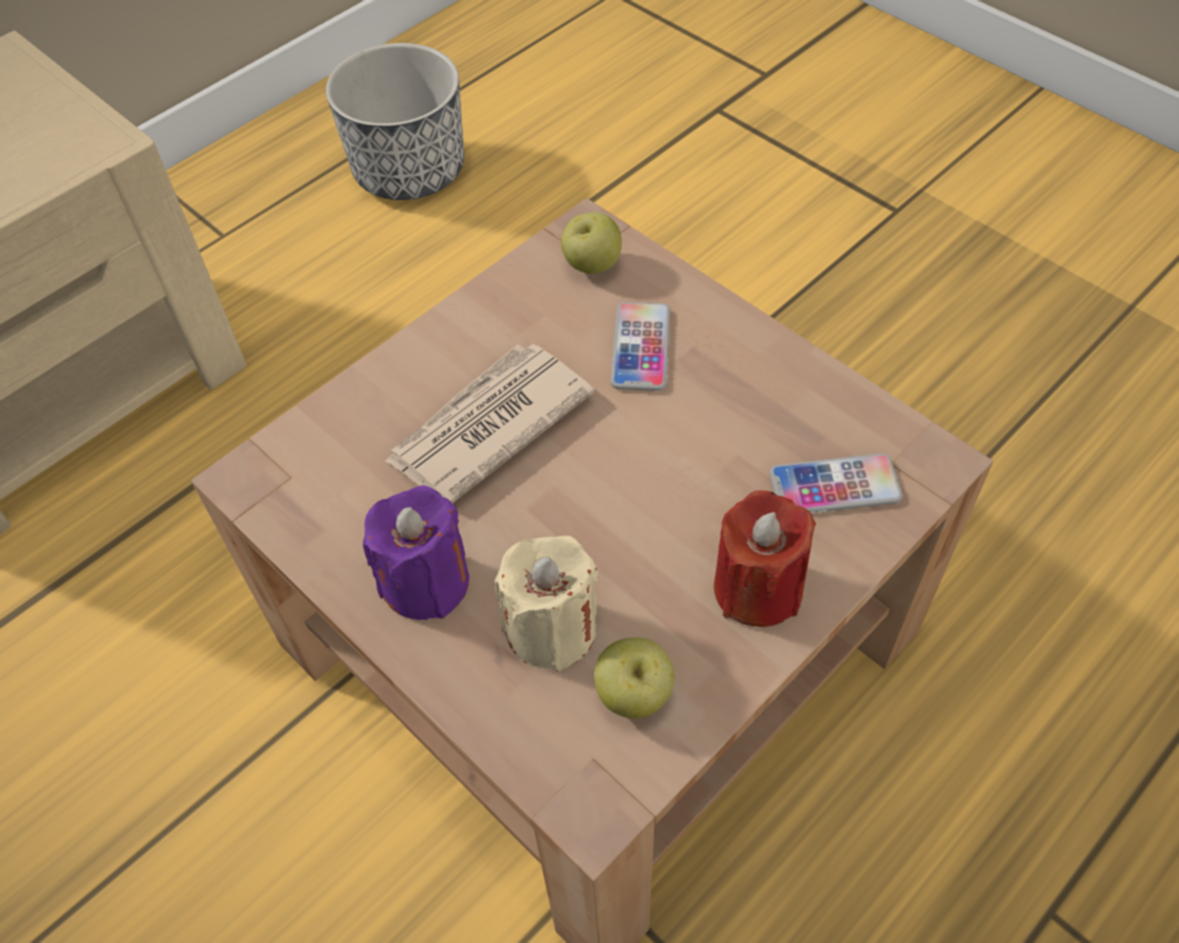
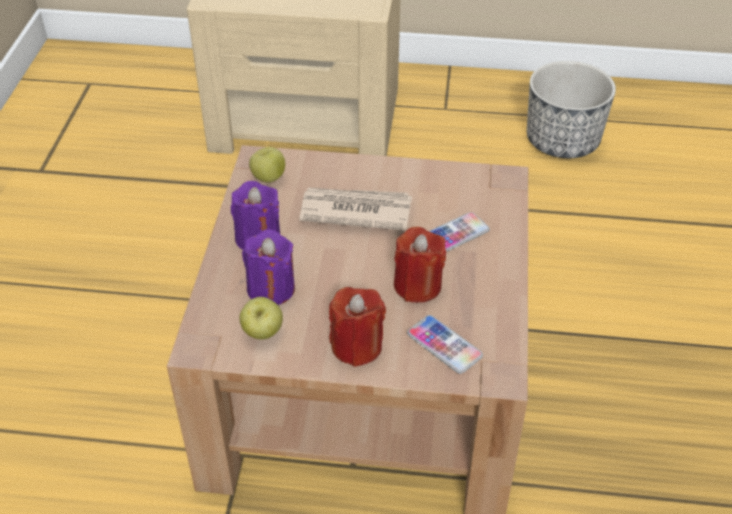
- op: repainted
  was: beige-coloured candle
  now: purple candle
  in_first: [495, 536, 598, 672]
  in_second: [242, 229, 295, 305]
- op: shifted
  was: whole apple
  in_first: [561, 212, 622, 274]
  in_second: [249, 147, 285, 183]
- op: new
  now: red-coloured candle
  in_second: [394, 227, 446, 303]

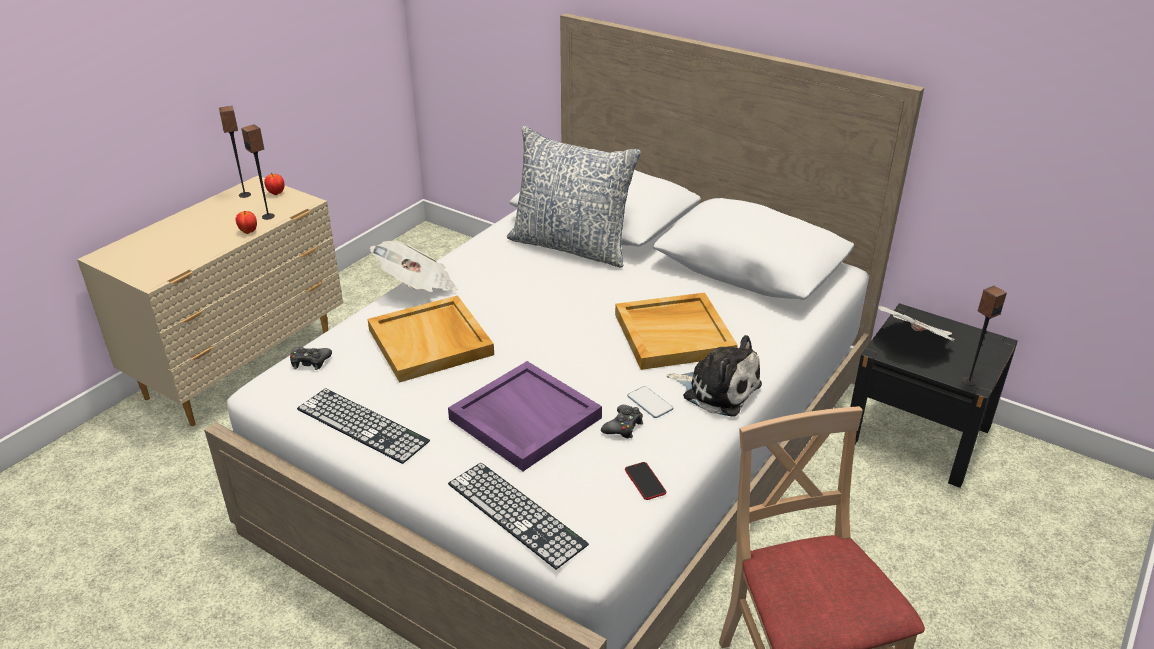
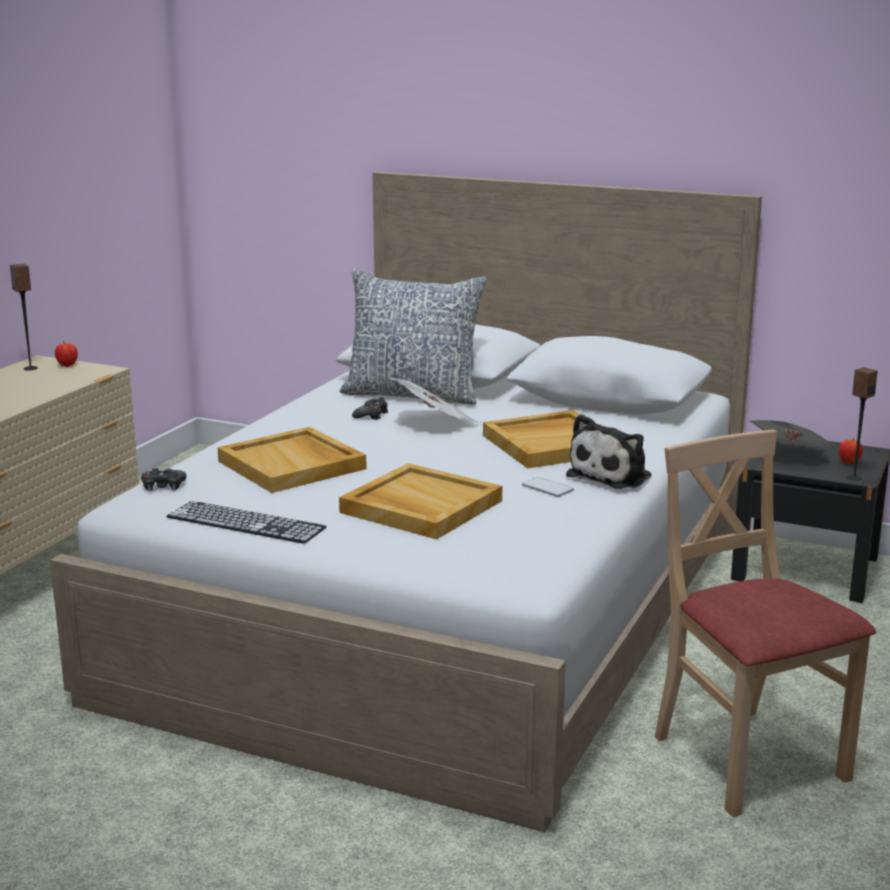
- op: shifted
  was: whole apple
  in_first: [236, 211, 257, 234]
  in_second: [839, 438, 863, 465]
- op: gone
  was: audio speaker
  in_first: [241, 124, 275, 220]
- op: shifted
  was: printed paper
  in_first: [370, 241, 458, 292]
  in_second: [390, 378, 480, 423]
- op: repainted
  was: purple carrying tray
  now: beige-coloured carrying tray
  in_first: [448, 361, 602, 471]
  in_second: [339, 463, 502, 539]
- op: gone
  was: PC keyboard
  in_first: [448, 463, 589, 570]
- op: shifted
  was: blackish gamepad
  in_first: [601, 405, 643, 438]
  in_second: [352, 397, 388, 420]
- op: gone
  was: telephone
  in_first: [625, 462, 667, 500]
- op: rotated
  was: plush toy
  in_first: [667, 335, 762, 417]
  in_second: [566, 414, 652, 489]
  clockwise: 105

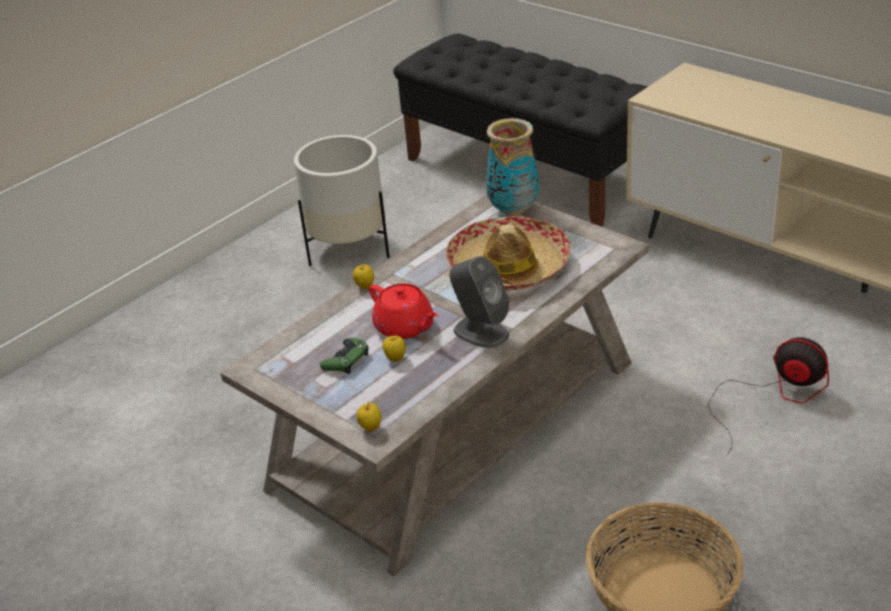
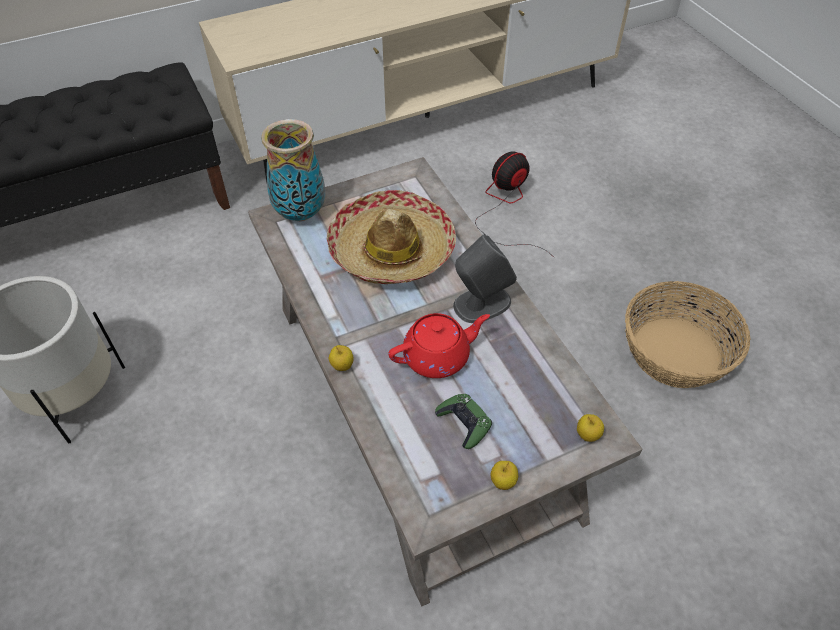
- op: shifted
  was: whole apple
  in_first: [383, 336, 406, 362]
  in_second: [491, 461, 518, 490]

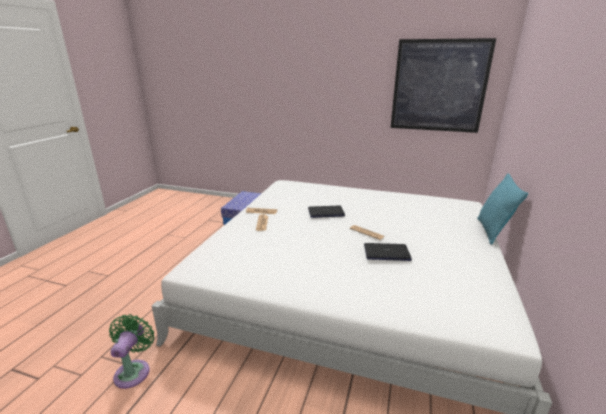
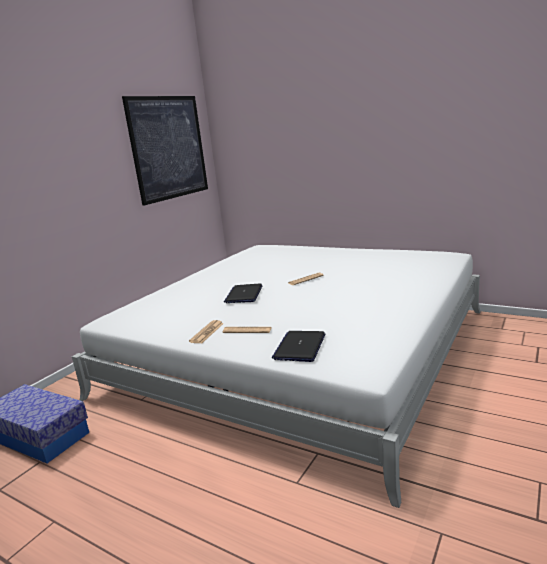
- op: gone
  was: greenish electric fan
  in_first: [109, 314, 154, 389]
- op: shifted
  was: laptop
  in_first: [364, 243, 412, 261]
  in_second: [272, 331, 325, 362]
- op: gone
  was: blue-green pillow
  in_first: [477, 173, 528, 245]

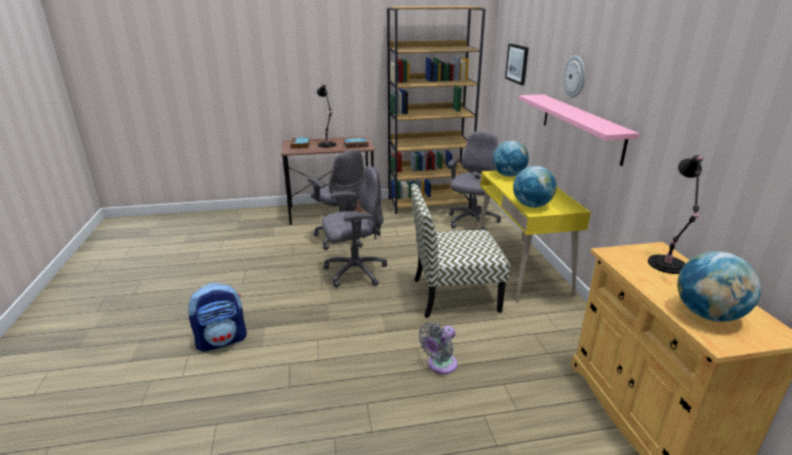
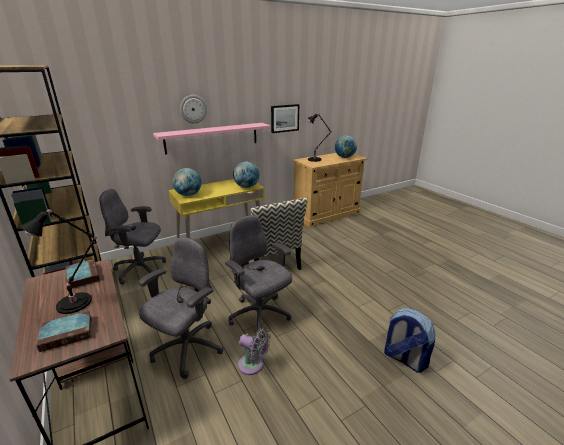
- op: shifted
  was: gray electric fan
  in_first: [418, 323, 458, 374]
  in_second: [238, 328, 270, 375]
- op: shifted
  was: wall picture
  in_first: [505, 44, 529, 85]
  in_second: [271, 104, 299, 133]

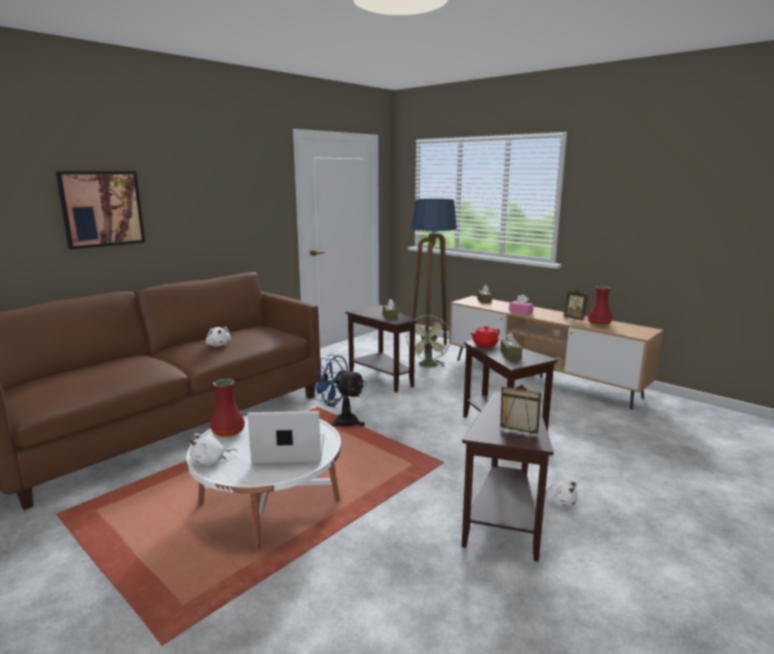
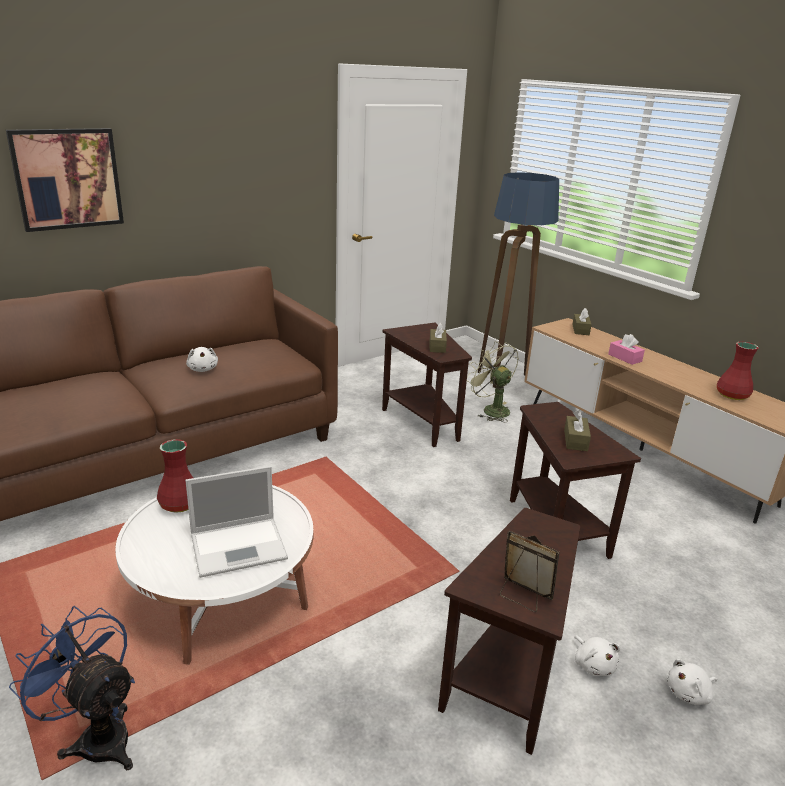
- op: shifted
  was: white plush toy
  in_first: [190, 433, 237, 465]
  in_second: [667, 659, 717, 705]
- op: rotated
  was: laptop
  in_first: [247, 411, 324, 463]
  in_second: [185, 466, 288, 578]
  clockwise: 150
- op: shifted
  was: blue electric fan
  in_first: [312, 354, 365, 427]
  in_second: [9, 606, 135, 770]
- op: rotated
  was: greenish electric fan
  in_first: [406, 315, 451, 368]
  in_second: [467, 341, 519, 422]
  clockwise: 120
- op: gone
  was: red-coloured pot for tea
  in_first: [470, 326, 500, 347]
- op: gone
  was: picture frame
  in_first: [563, 290, 588, 321]

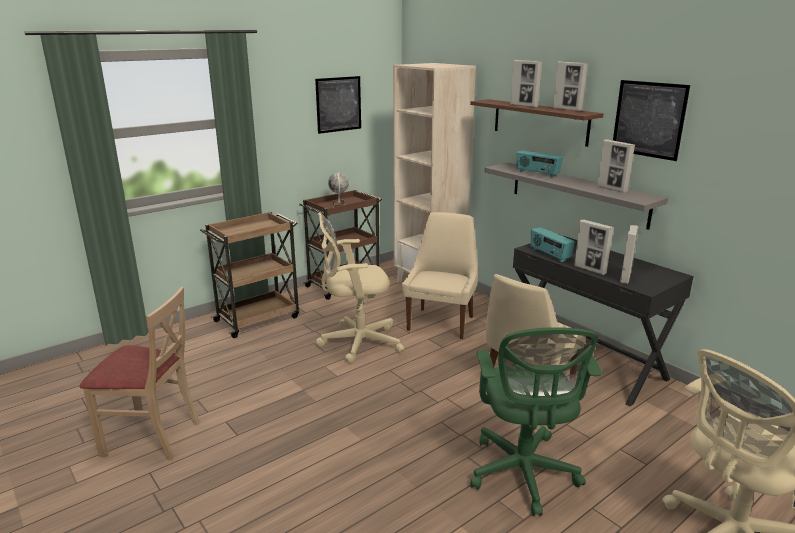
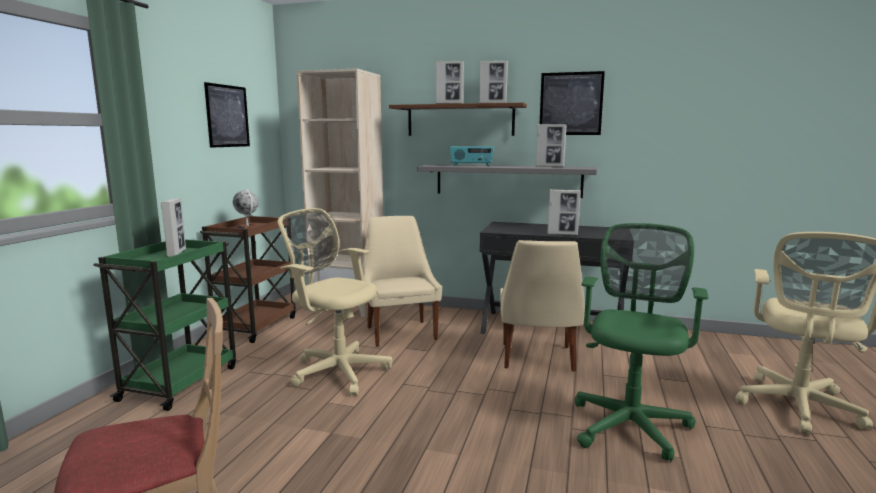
- op: repainted
  was: brownish trolley
  now: greenish trolley
  in_first: [200, 212, 299, 338]
  in_second: [93, 240, 236, 411]
- op: rotated
  was: beige-coloured computer chair
  in_first: [316, 212, 404, 363]
  in_second: [278, 208, 392, 396]
  clockwise: 75
- op: rotated
  was: greenish computer chair
  in_first: [470, 327, 602, 516]
  in_second: [575, 223, 709, 462]
  clockwise: -120
- op: gone
  was: radio receiver
  in_first: [531, 227, 575, 262]
- op: shifted
  was: picture frame
  in_first: [620, 225, 638, 284]
  in_second: [161, 198, 186, 257]

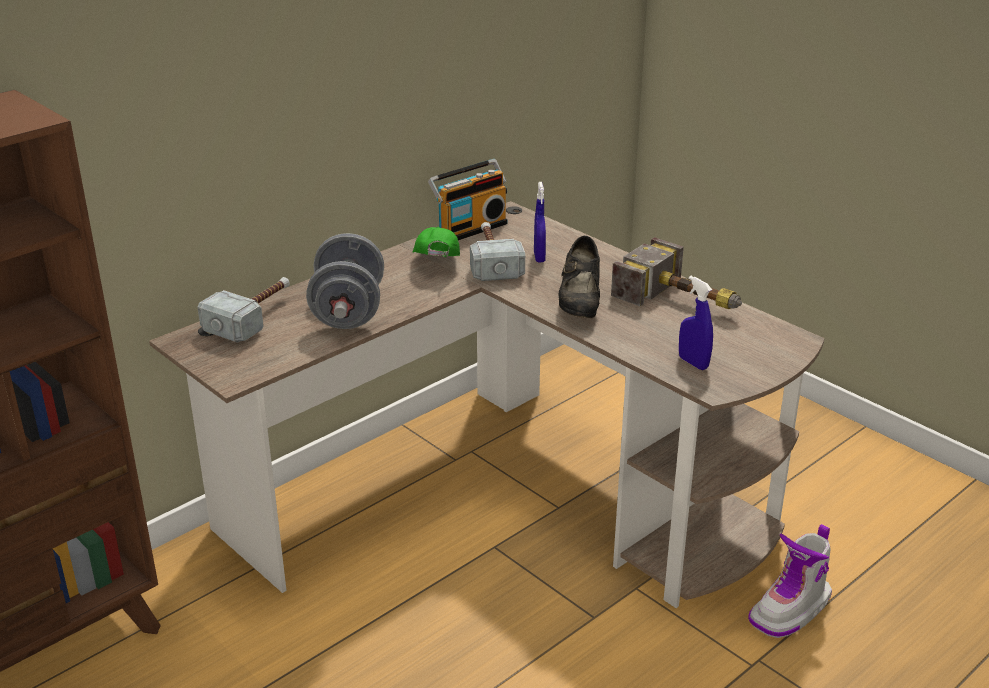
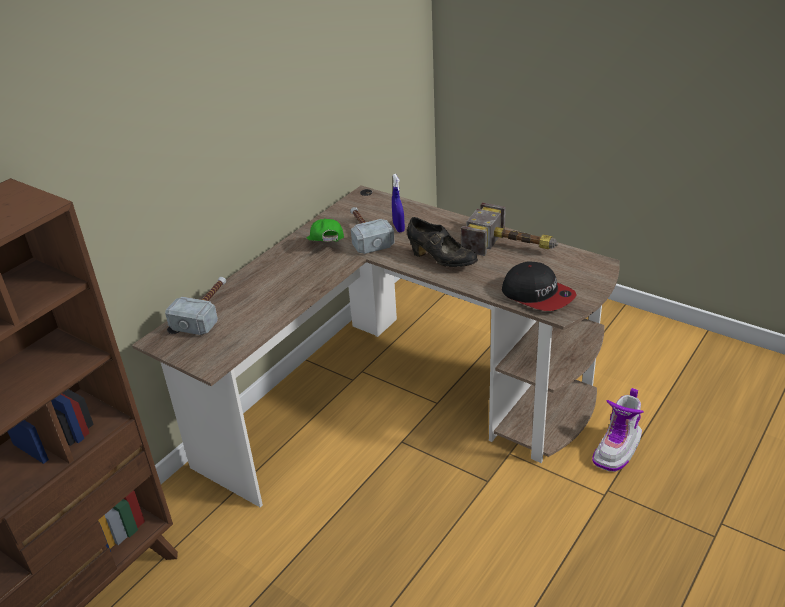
- op: gone
  was: gray free weight
  in_first: [306, 233, 384, 329]
- op: gone
  was: radio receiver
  in_first: [428, 159, 508, 240]
- op: rotated
  was: blackish item of footwear
  in_first: [558, 236, 600, 318]
  in_second: [407, 217, 478, 267]
  clockwise: -45
- op: swapped
  was: blue hand sprayer
  now: baseball cap
  in_first: [679, 276, 713, 370]
  in_second: [502, 261, 576, 311]

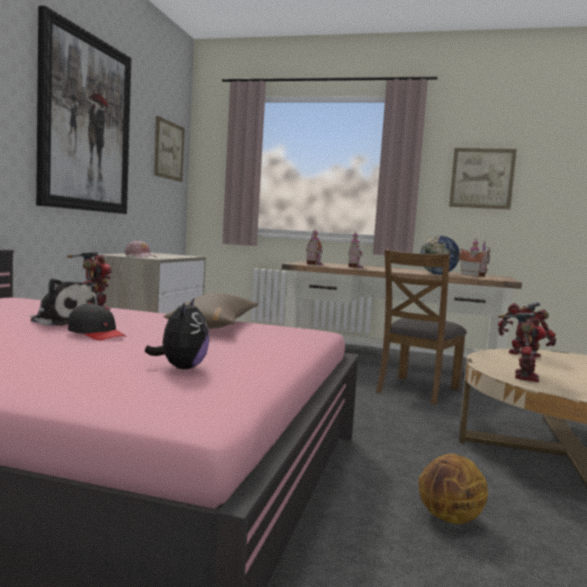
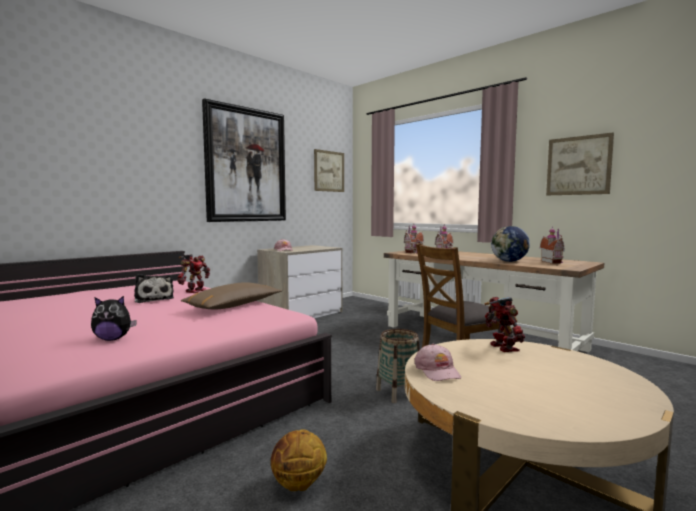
- op: gone
  was: blackish baseball cap
  in_first: [68, 302, 126, 340]
- op: rotated
  was: plush toy
  in_first: [145, 297, 209, 369]
  in_second: [91, 296, 137, 341]
  clockwise: 45
- op: swapped
  was: model robot
  now: pinkish baseball cap
  in_first: [498, 313, 547, 382]
  in_second: [414, 344, 461, 381]
- op: new
  now: household basket
  in_second: [376, 329, 420, 403]

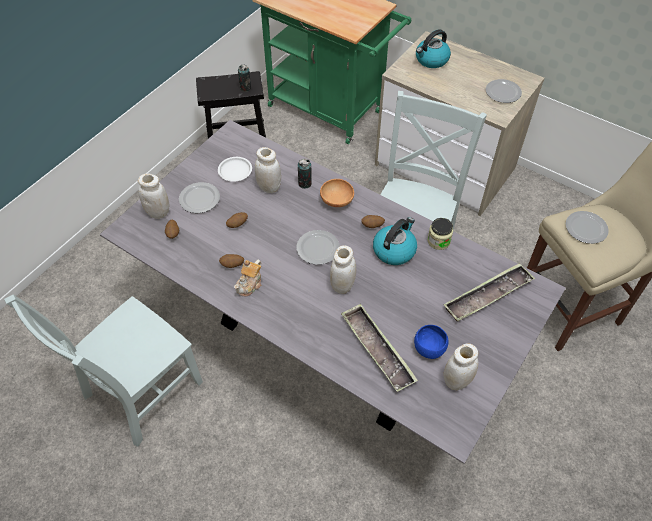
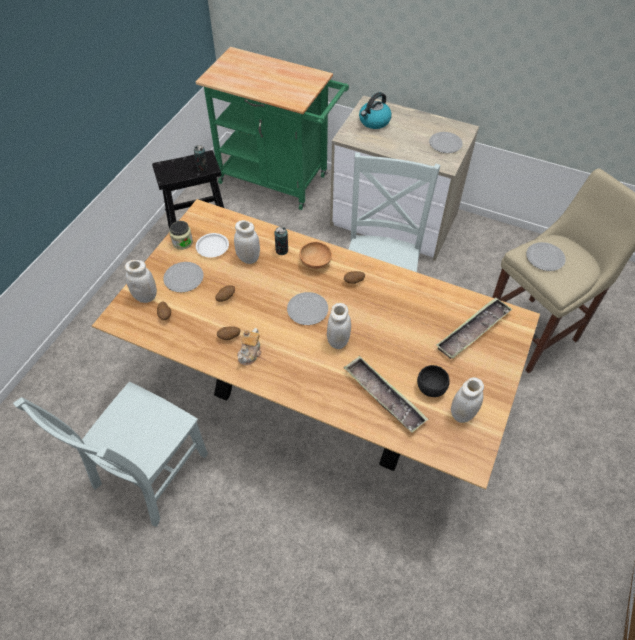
- op: repainted
  was: gray kitchen table
  now: brownish kitchen table
  in_first: [100, 120, 566, 464]
  in_second: [92, 199, 540, 490]
- op: gone
  was: water kettle
  in_first: [373, 217, 417, 265]
- op: repainted
  was: blue bowl
  now: blackish bowl
  in_first: [414, 325, 448, 359]
  in_second: [417, 365, 450, 397]
- op: shifted
  was: preserve jar
  in_first: [428, 218, 453, 250]
  in_second: [169, 221, 193, 250]

